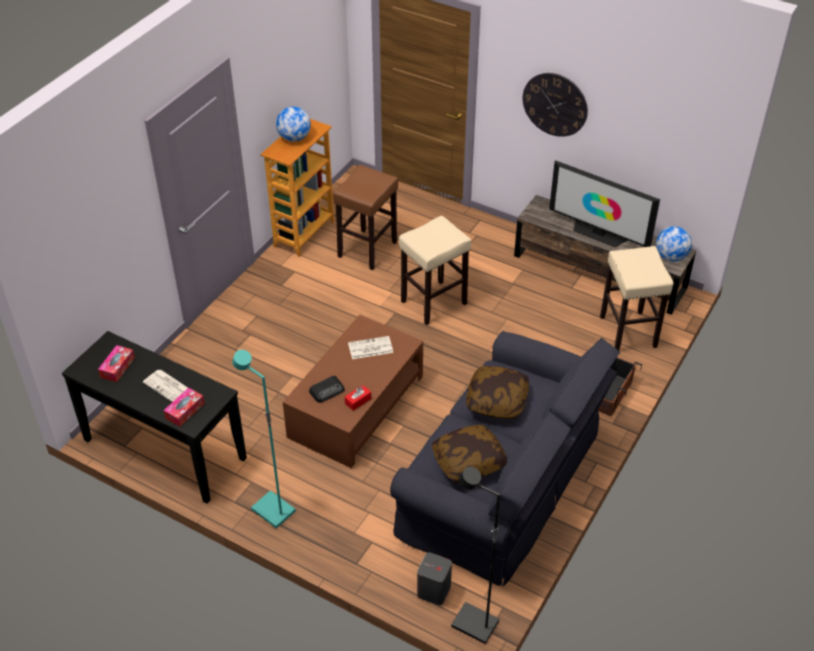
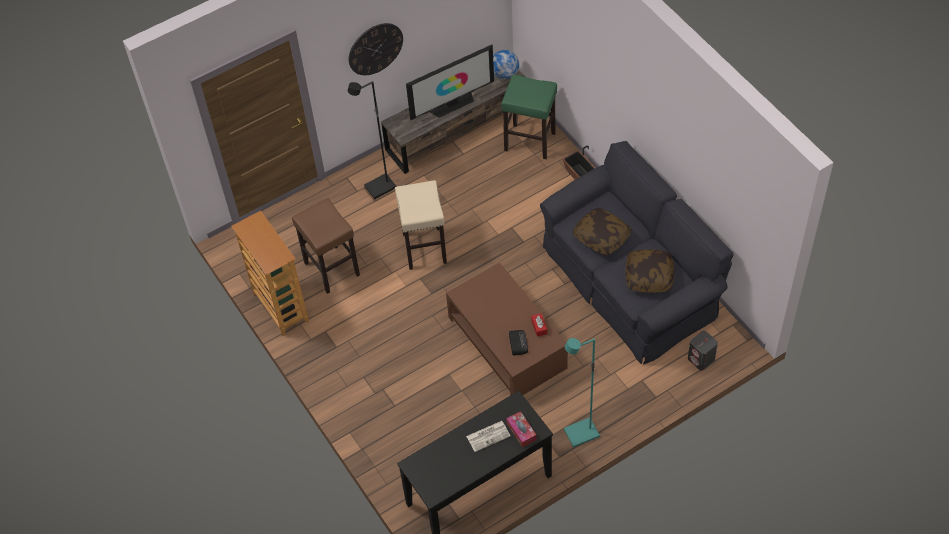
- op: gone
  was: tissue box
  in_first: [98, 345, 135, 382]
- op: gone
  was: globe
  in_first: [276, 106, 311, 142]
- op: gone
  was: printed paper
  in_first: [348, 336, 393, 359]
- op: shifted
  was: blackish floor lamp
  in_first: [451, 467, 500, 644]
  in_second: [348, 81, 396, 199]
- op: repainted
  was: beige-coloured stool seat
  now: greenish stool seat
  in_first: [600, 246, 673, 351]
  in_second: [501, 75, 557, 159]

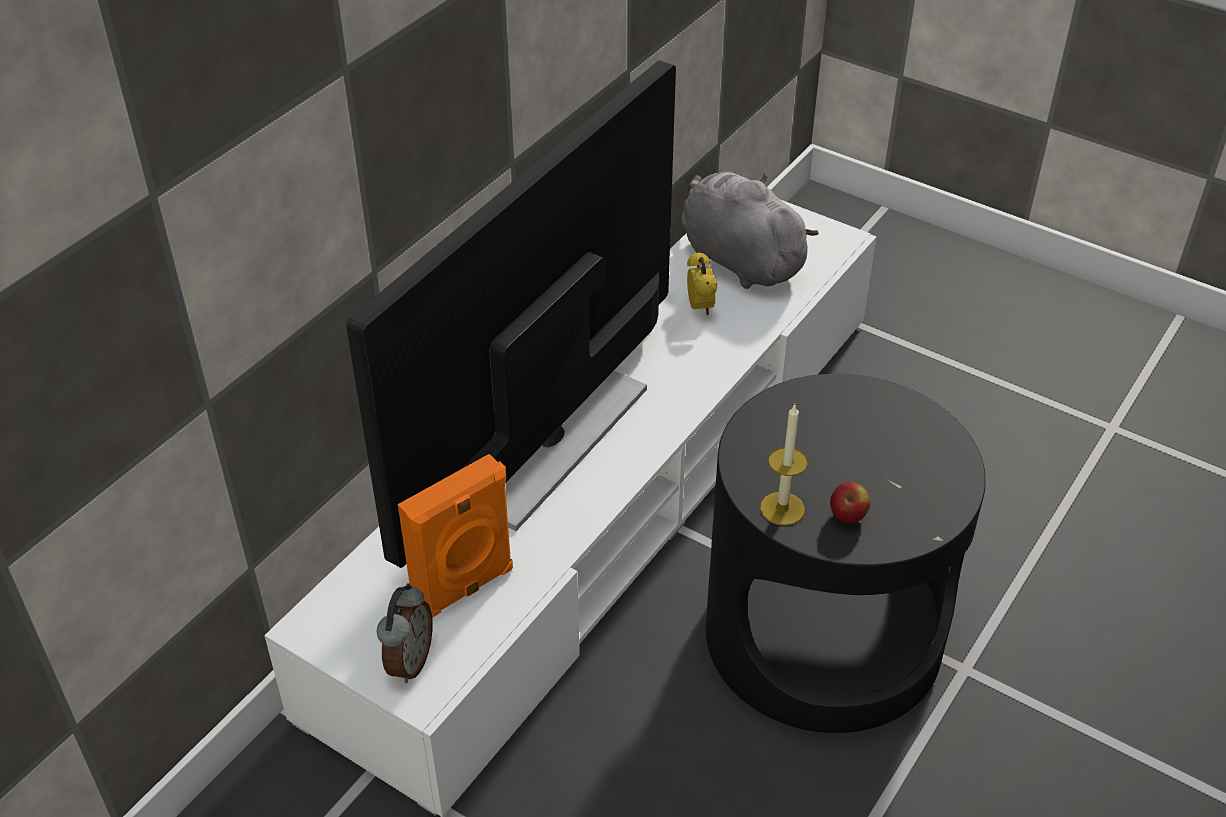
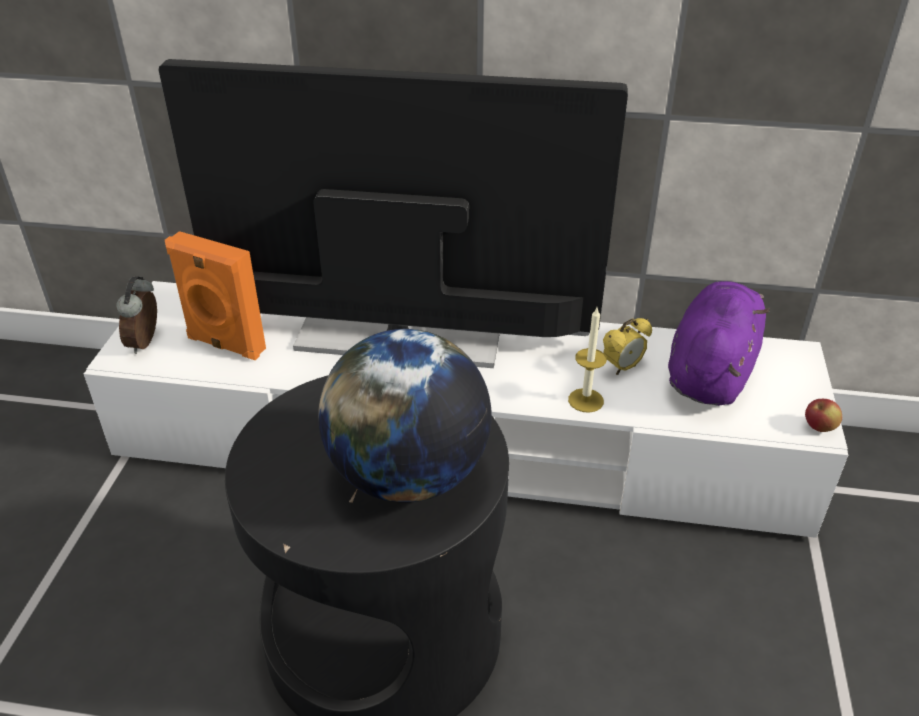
- op: rotated
  was: bedside clock
  in_first: [377, 583, 433, 683]
  in_second: [116, 276, 157, 354]
  clockwise: 105
- op: repainted
  was: gray plush toy
  now: purple plush toy
  in_first: [682, 172, 819, 289]
  in_second: [668, 281, 769, 406]
- op: shifted
  was: candle
  in_first: [760, 404, 808, 526]
  in_second: [568, 308, 607, 413]
- op: shifted
  was: whole apple
  in_first: [830, 482, 870, 523]
  in_second: [805, 399, 842, 432]
- op: new
  now: globe
  in_second: [318, 329, 492, 503]

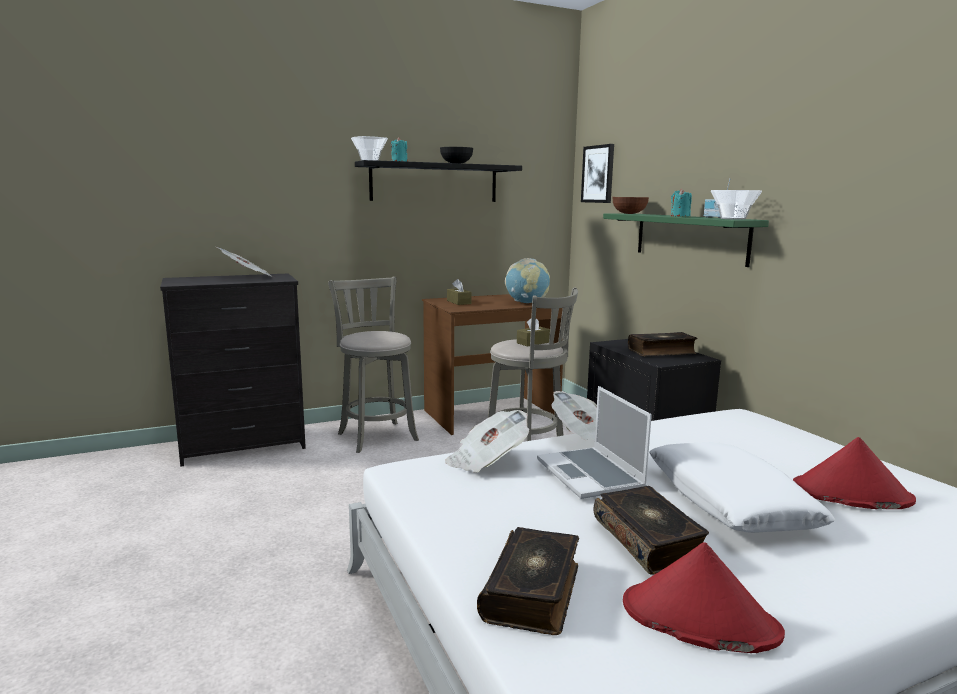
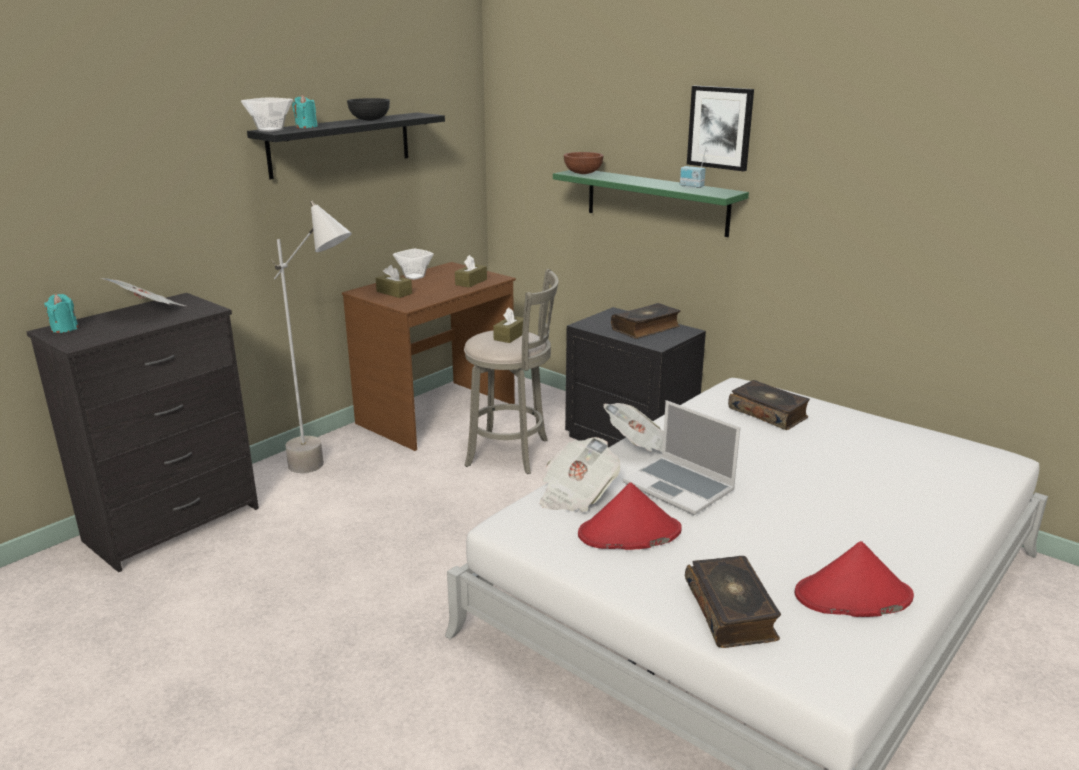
- op: swapped
  was: gray stool seat
  now: gray floor lamp
  in_first: [328, 277, 419, 453]
  in_second: [271, 201, 352, 473]
- op: swapped
  was: globe
  now: brownish tissue box
  in_first: [505, 258, 550, 303]
  in_second: [455, 255, 487, 288]
- op: shifted
  was: wall picture
  in_first: [581, 144, 614, 203]
  in_second: [687, 86, 754, 171]
- op: shifted
  was: volume
  in_first: [594, 486, 709, 575]
  in_second: [728, 380, 810, 430]
- op: gone
  was: white pillow
  in_first: [649, 442, 835, 533]
- op: shifted
  was: blue-green candle
  in_first: [671, 188, 692, 216]
  in_second: [44, 294, 78, 333]
- op: shifted
  was: bowl
  in_first: [711, 190, 762, 220]
  in_second: [393, 249, 434, 280]
- op: shifted
  was: red-coloured wearable hat
  in_first: [793, 437, 916, 509]
  in_second: [578, 483, 682, 550]

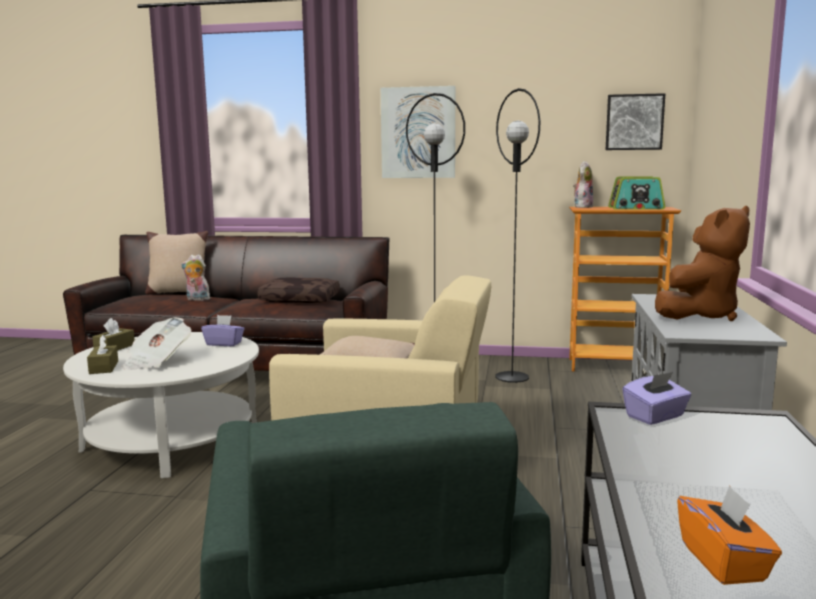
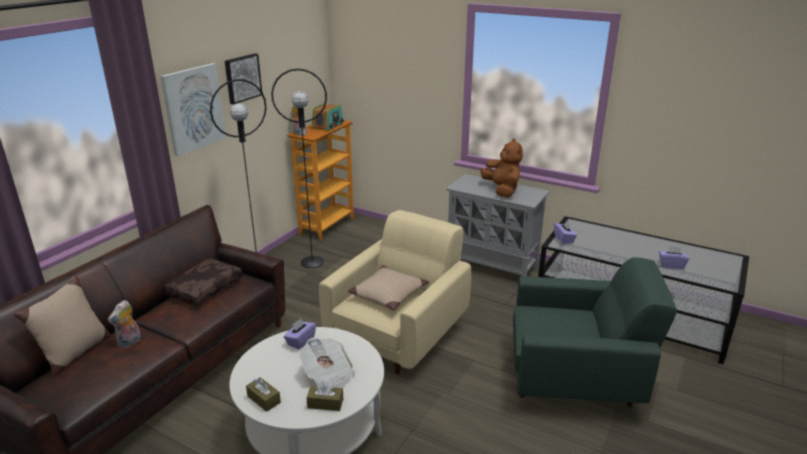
- op: shifted
  was: wall picture
  in_first: [606, 93, 665, 150]
  in_second: [225, 53, 262, 104]
- op: repainted
  was: orange-coloured tissue box
  now: purple tissue box
  in_first: [677, 486, 782, 585]
  in_second: [659, 245, 689, 269]

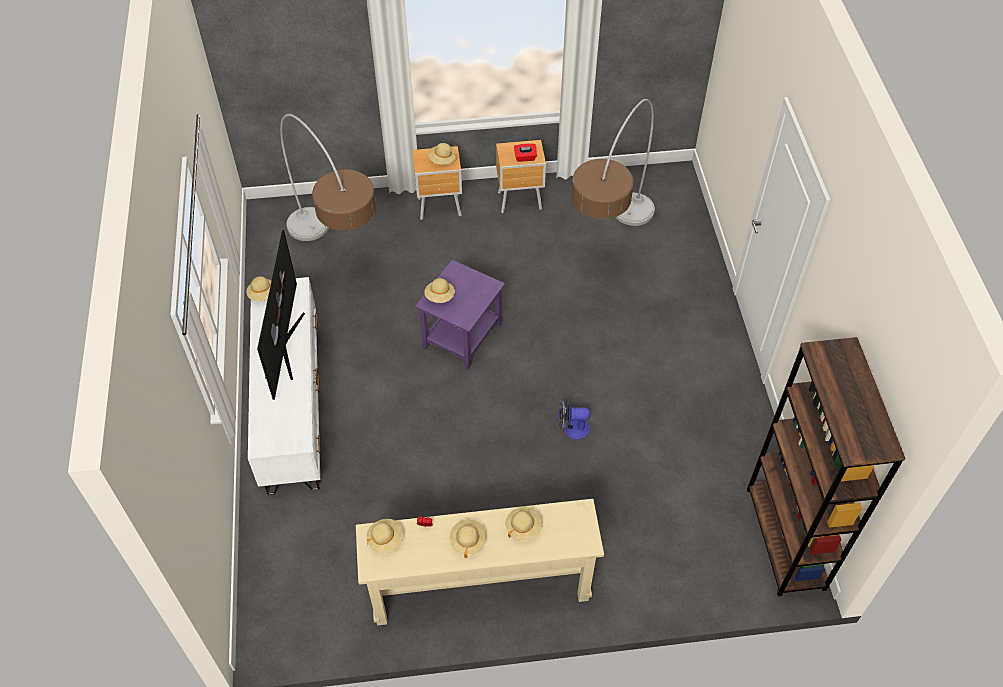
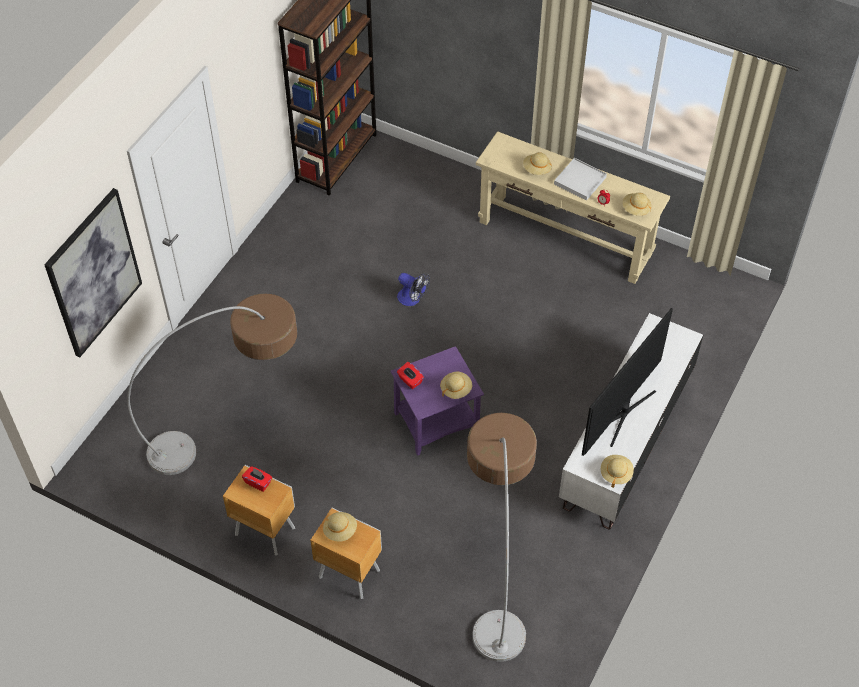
- op: swapped
  was: beige-coloured wearable hat
  now: white carrying tray
  in_first: [450, 520, 486, 558]
  in_second: [554, 158, 607, 201]
- op: new
  now: wall picture
  in_second: [44, 188, 142, 357]
- op: new
  now: red-coloured tissue box
  in_second: [397, 362, 424, 389]

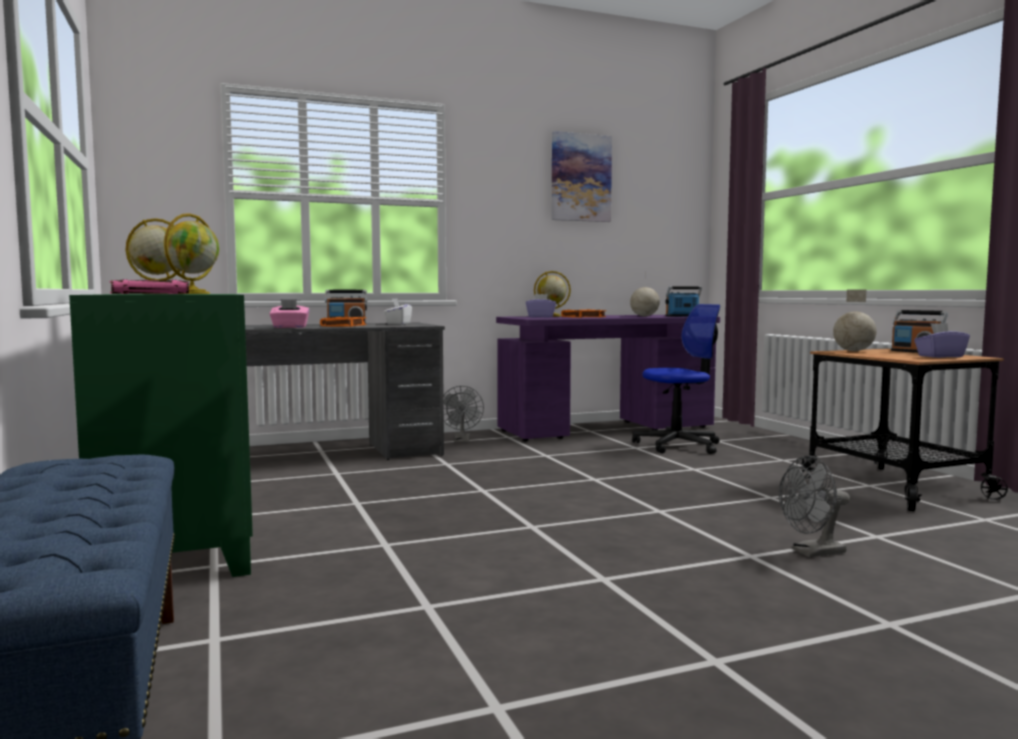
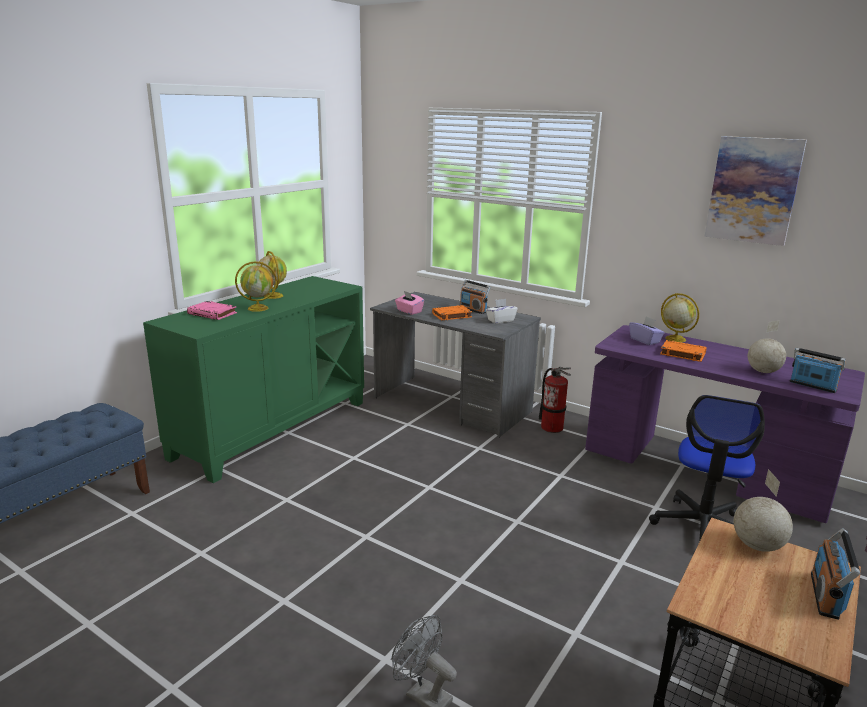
- op: swapped
  was: gray electric fan
  now: fire-fighting cylinder
  in_first: [443, 386, 484, 443]
  in_second: [539, 367, 571, 433]
- op: rotated
  was: computer chair
  in_first: [632, 304, 720, 454]
  in_second: [649, 395, 765, 542]
  clockwise: 75
- op: gone
  was: purple tissue box
  in_first: [914, 323, 970, 358]

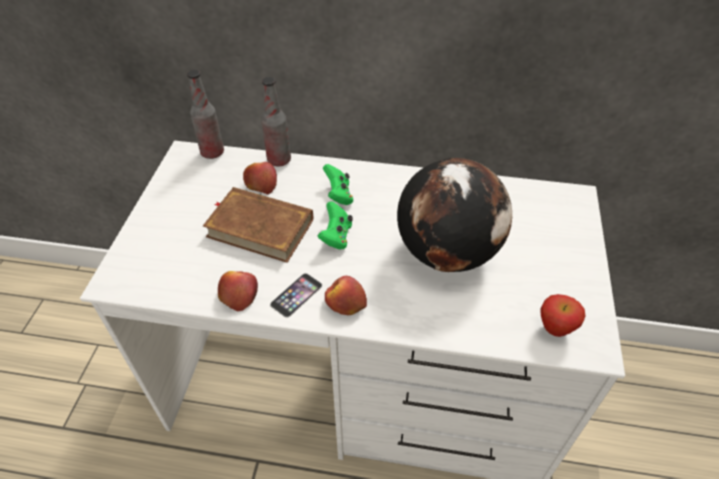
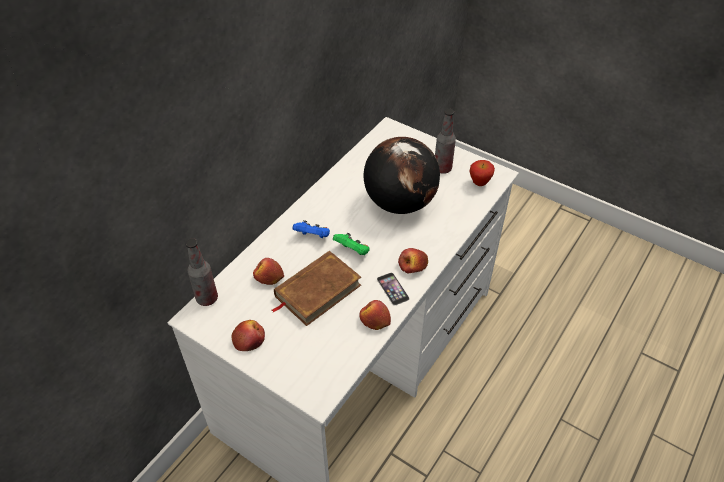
- op: shifted
  was: drink bottle
  in_first: [261, 77, 291, 166]
  in_second: [435, 109, 456, 174]
- op: repainted
  was: greenish gamepad
  now: blue gamepad
  in_first: [323, 164, 353, 205]
  in_second: [293, 220, 330, 238]
- op: new
  now: whole apple
  in_second: [232, 320, 265, 351]

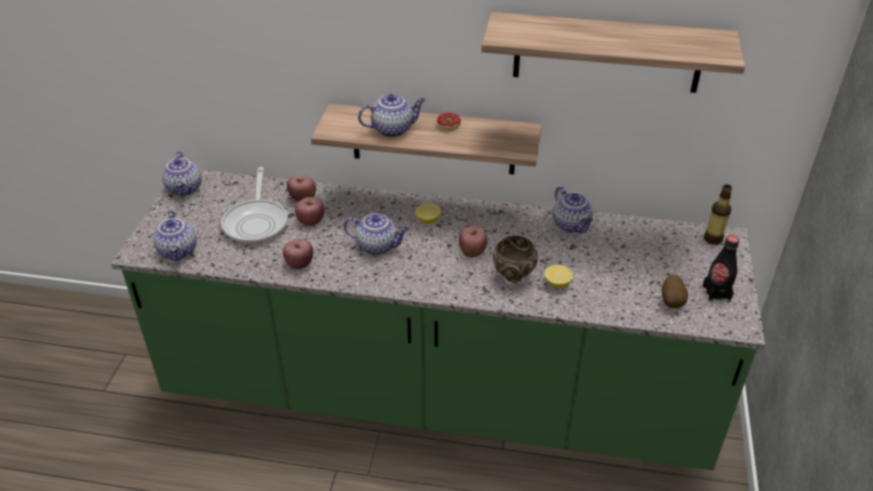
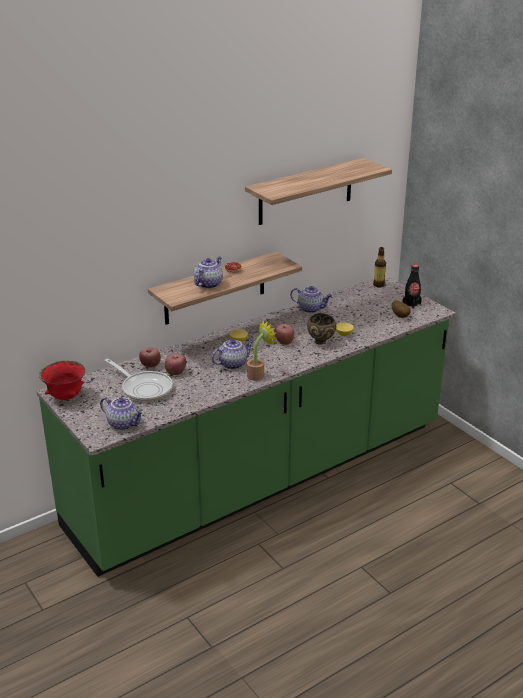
- op: swapped
  was: pot for tea
  now: red-coloured bowl
  in_first: [162, 151, 202, 197]
  in_second: [39, 361, 85, 400]
- op: gone
  was: whole apple
  in_first: [283, 239, 313, 269]
- op: new
  now: houseplant
  in_second: [247, 321, 276, 381]

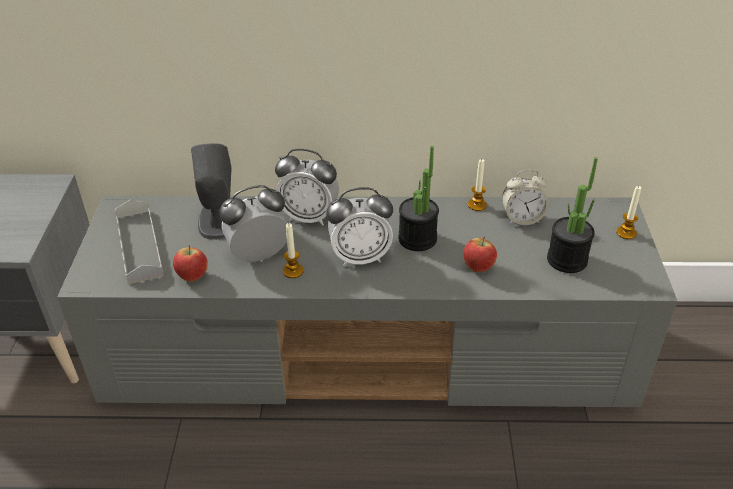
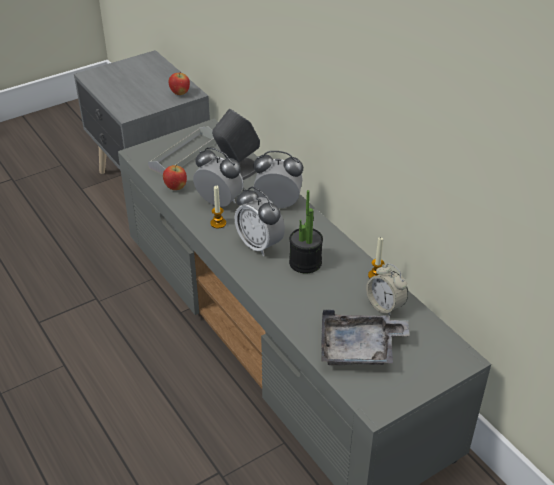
- op: rotated
  was: bedside clock
  in_first: [275, 149, 339, 226]
  in_second: [253, 151, 303, 208]
  clockwise: 120
- op: shifted
  was: whole apple
  in_first: [463, 236, 497, 272]
  in_second: [168, 71, 190, 95]
- op: swapped
  was: houseplant
  now: gray carrying tray
  in_first: [547, 157, 598, 273]
  in_second: [321, 309, 409, 365]
- op: gone
  was: candle
  in_first: [616, 186, 641, 239]

